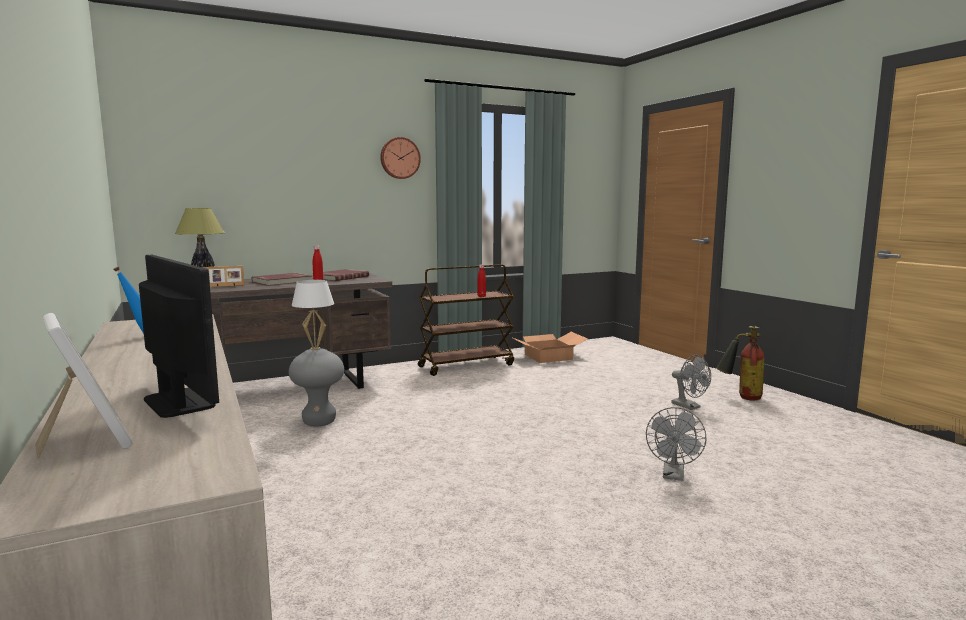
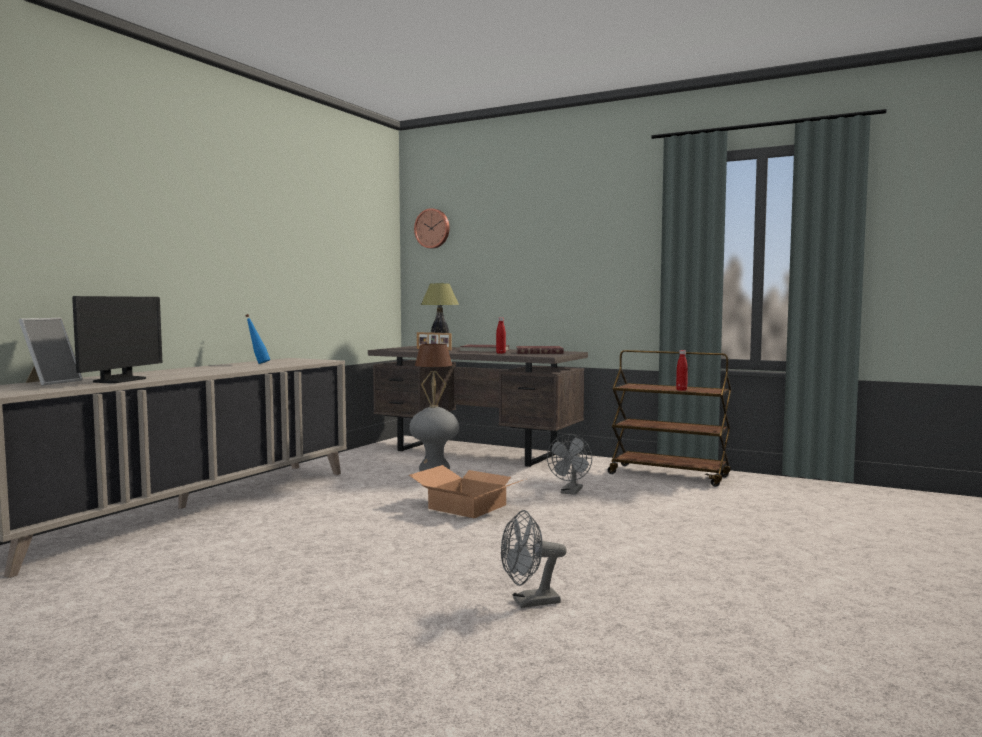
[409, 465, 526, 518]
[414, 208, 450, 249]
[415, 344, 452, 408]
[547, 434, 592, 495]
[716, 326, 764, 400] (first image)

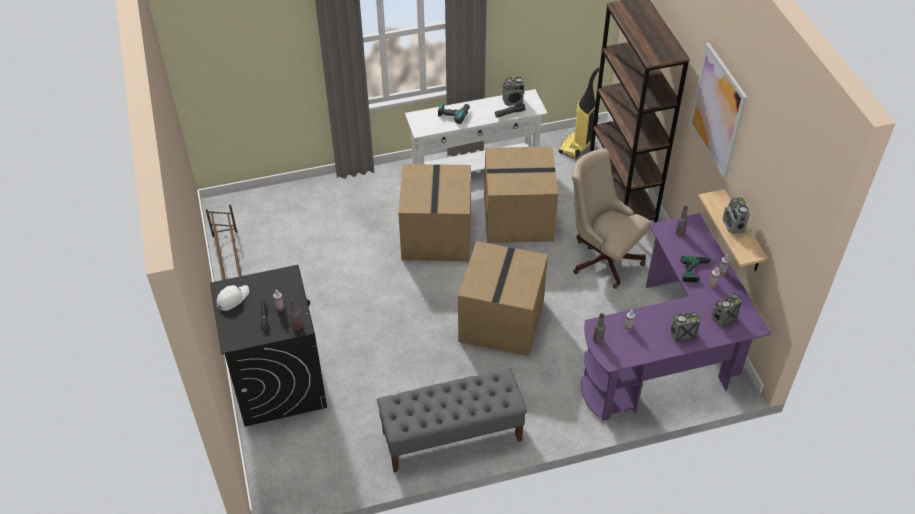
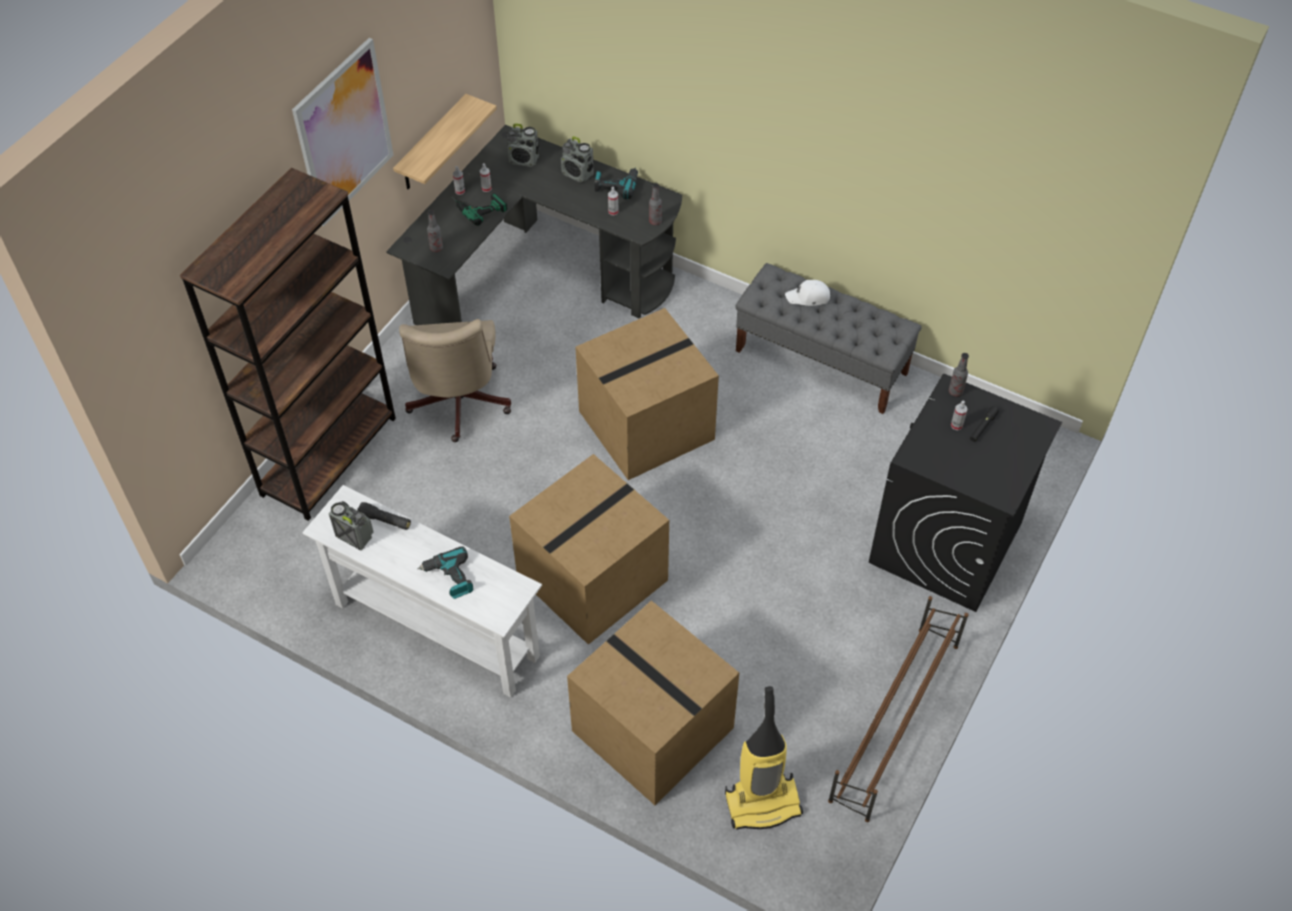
[386, 125, 682, 325]
[567, 600, 739, 805]
[595, 168, 638, 200]
[725, 686, 803, 830]
[785, 280, 830, 306]
[723, 197, 750, 234] (first image)

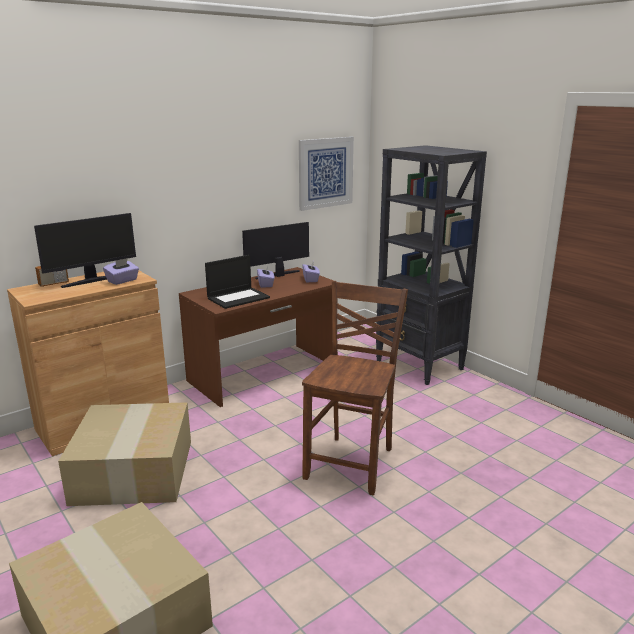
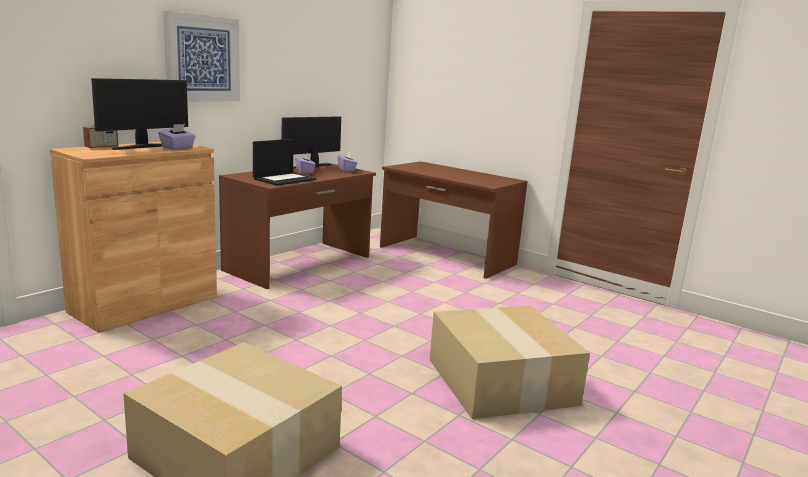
[163, 11, 240, 102]
[380, 161, 527, 279]
[430, 306, 590, 419]
[302, 281, 408, 496] (first image)

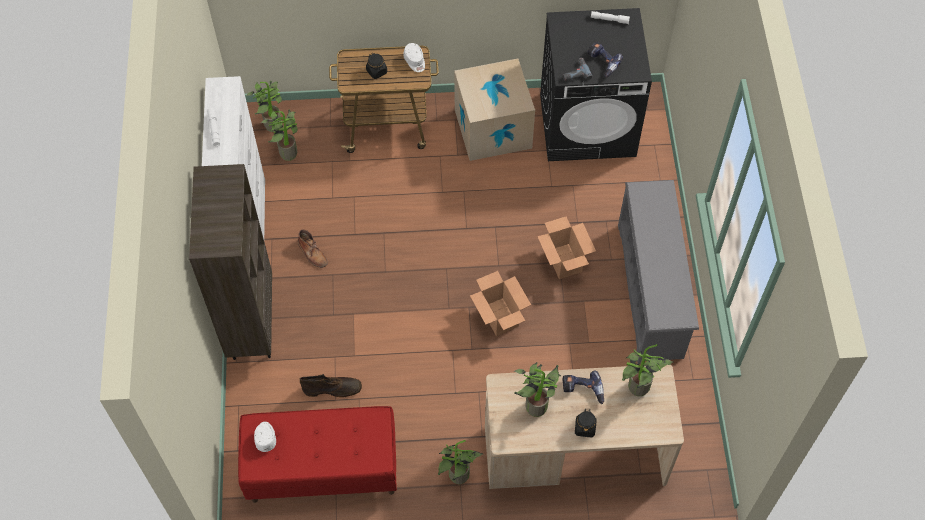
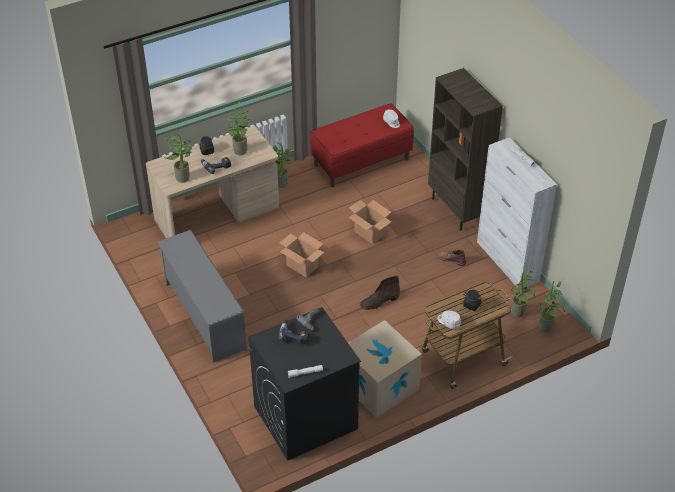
[348, 200, 391, 244]
[360, 276, 400, 310]

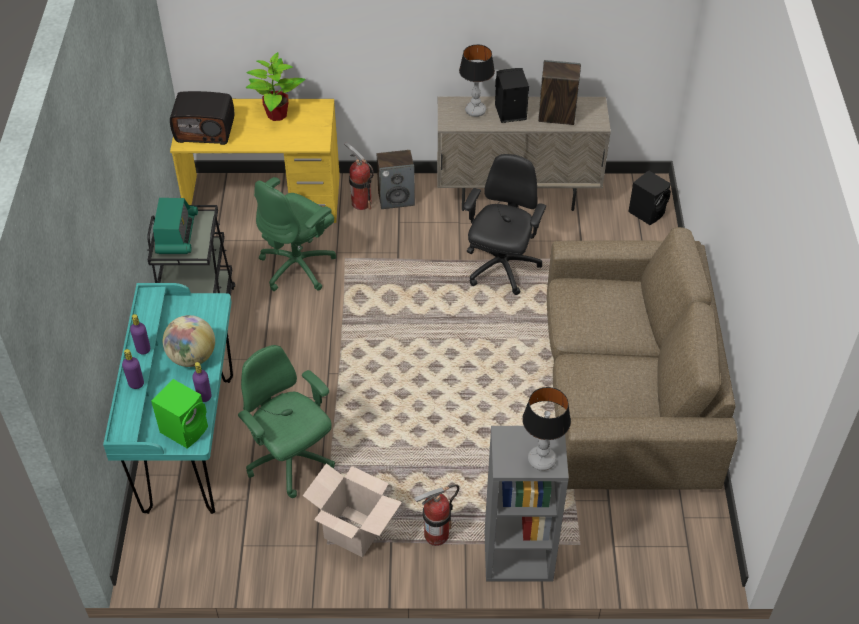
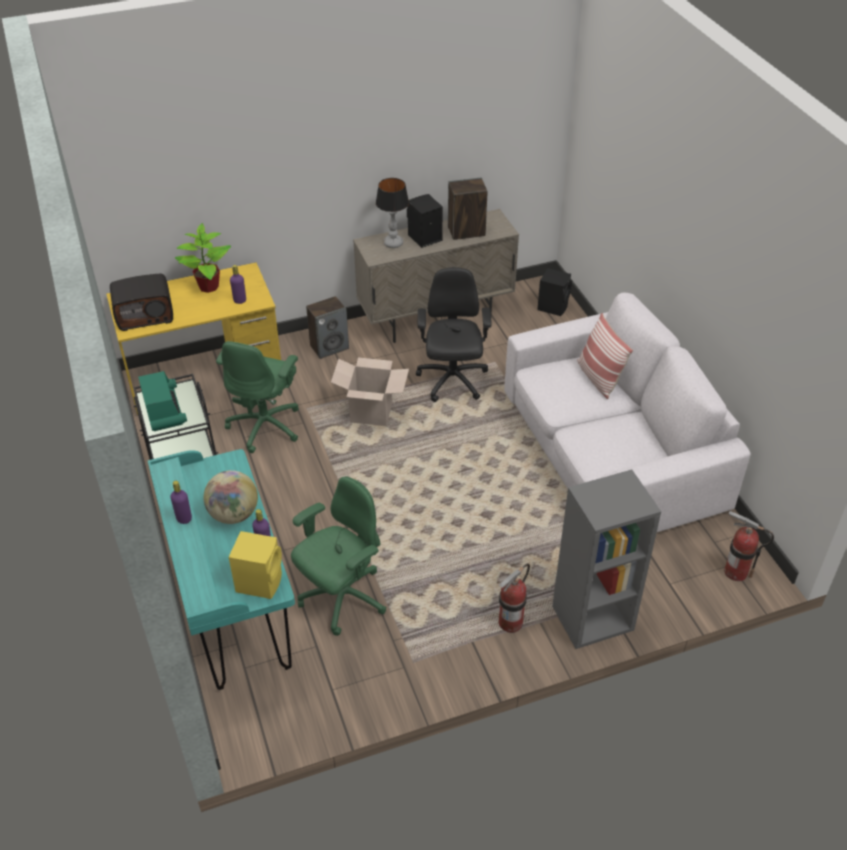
[229, 531, 282, 599]
[230, 265, 246, 304]
[291, 476, 387, 636]
[331, 358, 409, 426]
[504, 293, 751, 532]
[577, 313, 633, 399]
[724, 511, 774, 581]
[522, 387, 571, 471] (first image)

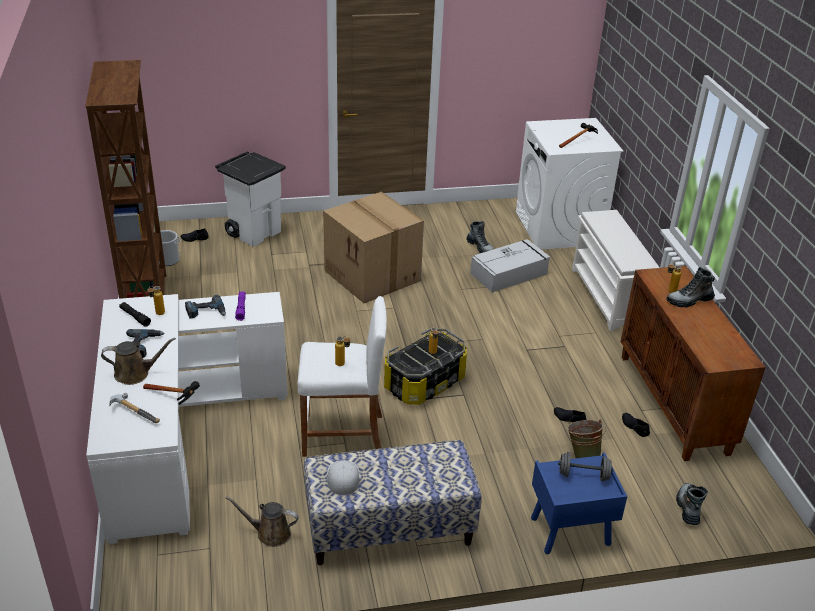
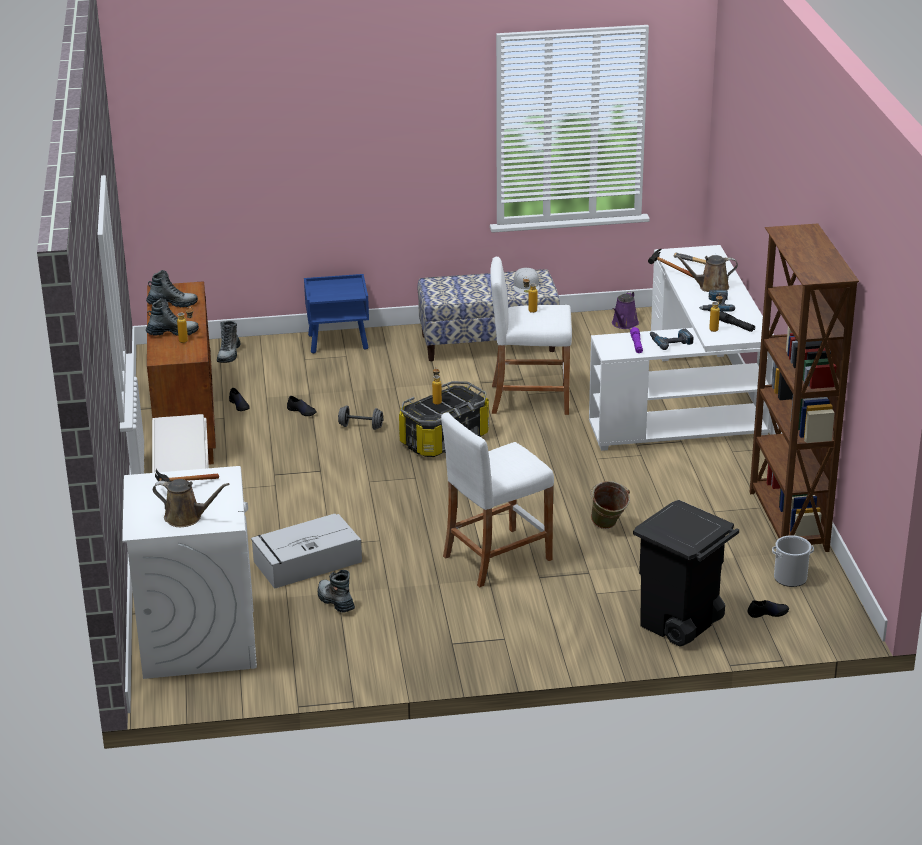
[146, 270, 198, 307]
[153, 479, 229, 527]
[338, 406, 384, 430]
[441, 412, 554, 587]
[590, 481, 630, 529]
[612, 291, 639, 329]
[633, 500, 739, 647]

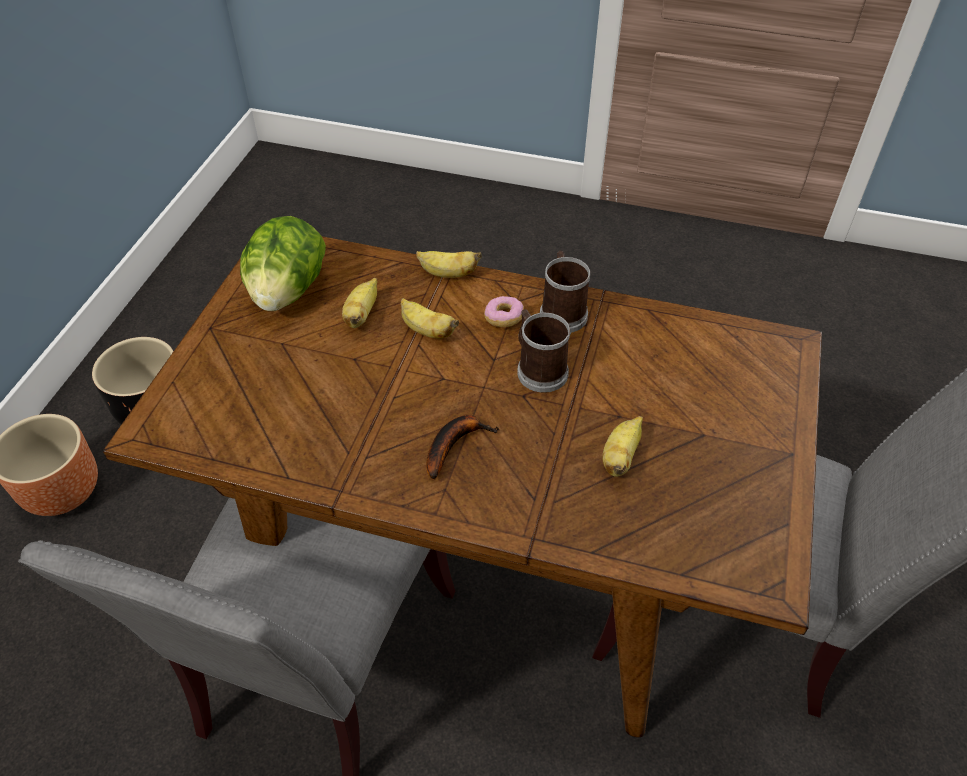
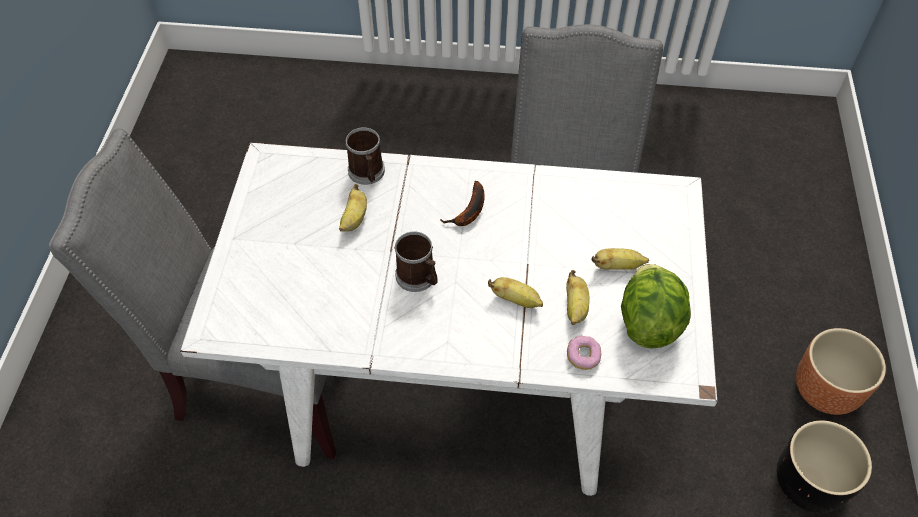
[180, 142, 717, 496]
[345, 127, 385, 185]
[567, 336, 601, 370]
[591, 248, 649, 270]

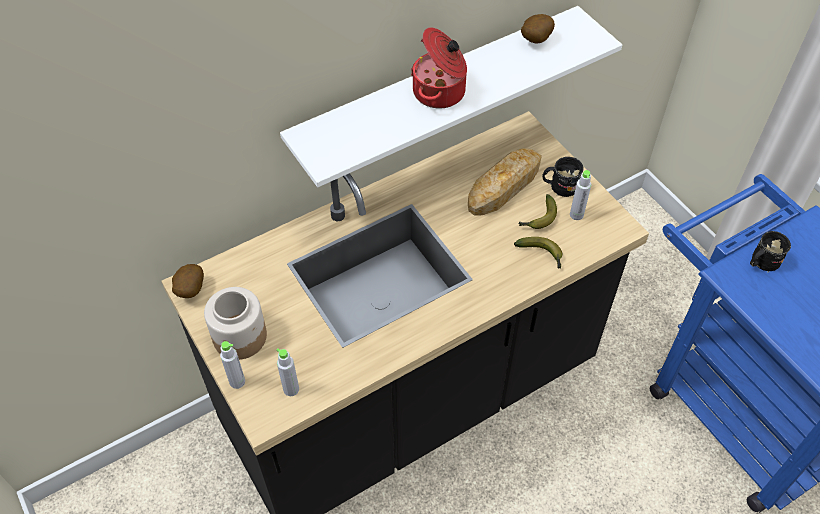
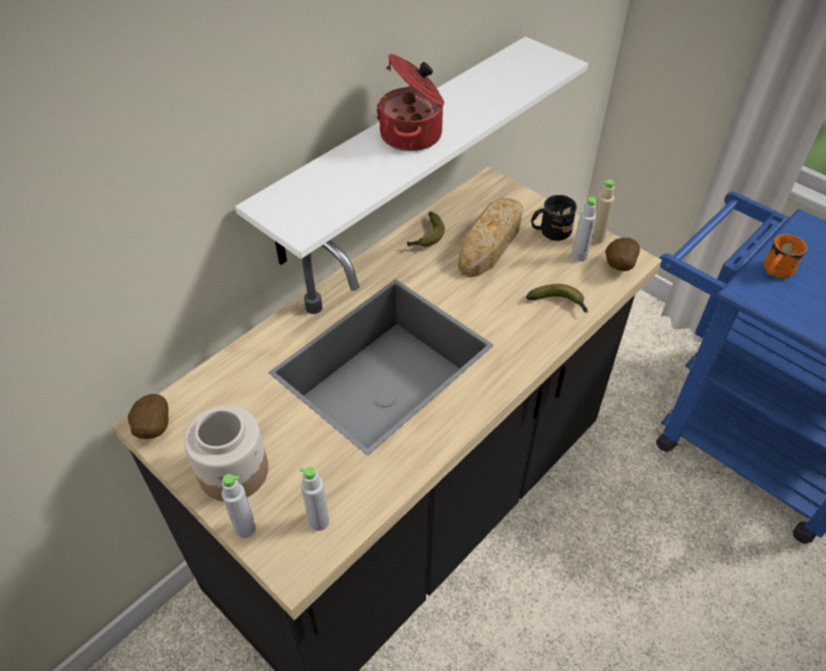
[407, 212, 445, 247]
[591, 180, 614, 244]
[605, 237, 640, 271]
[763, 234, 808, 280]

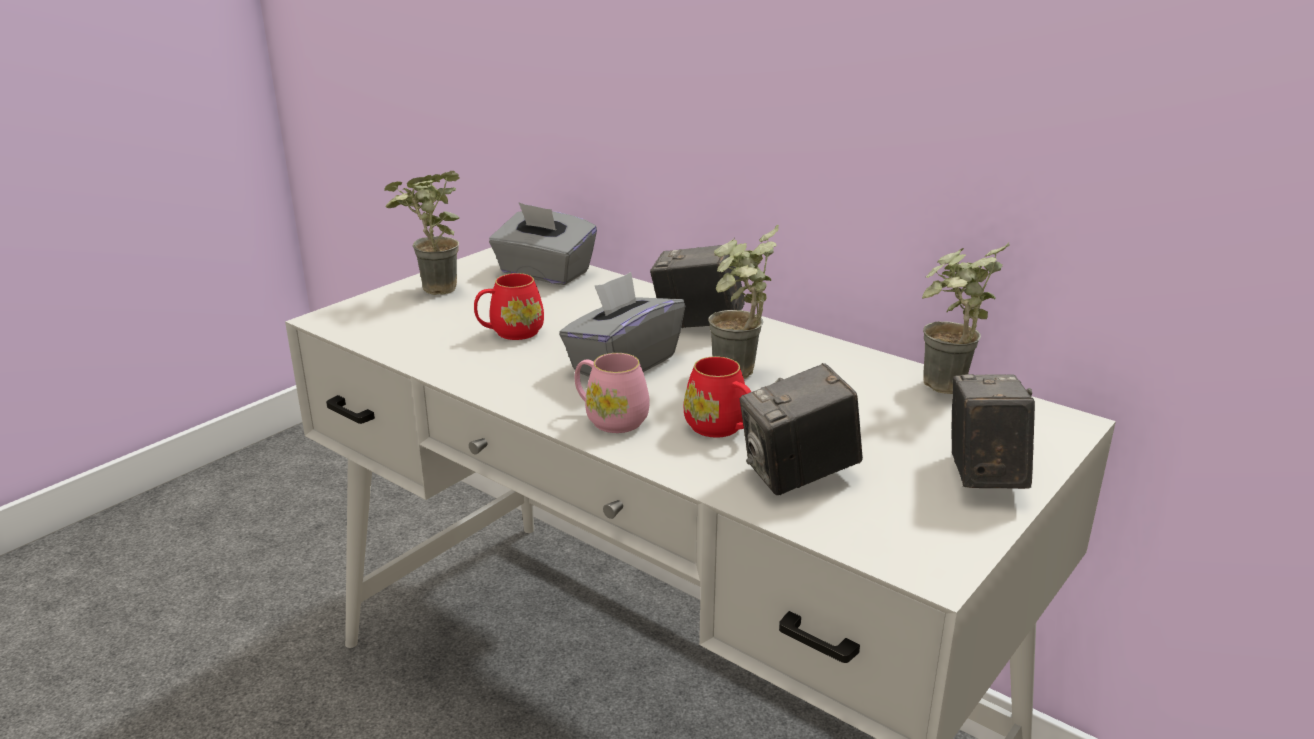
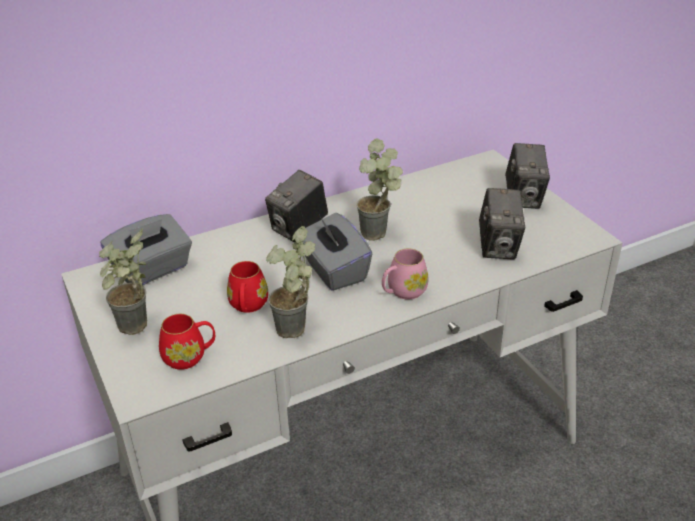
[159, 314, 215, 370]
[266, 226, 315, 338]
[505, 143, 550, 209]

